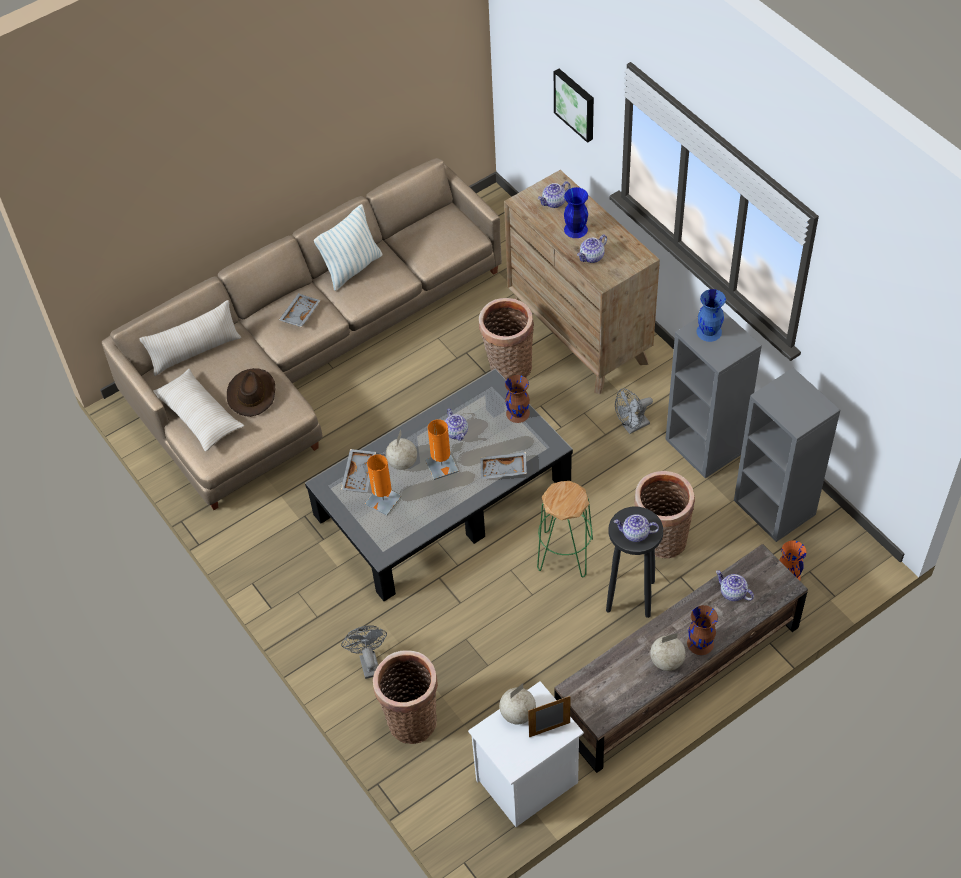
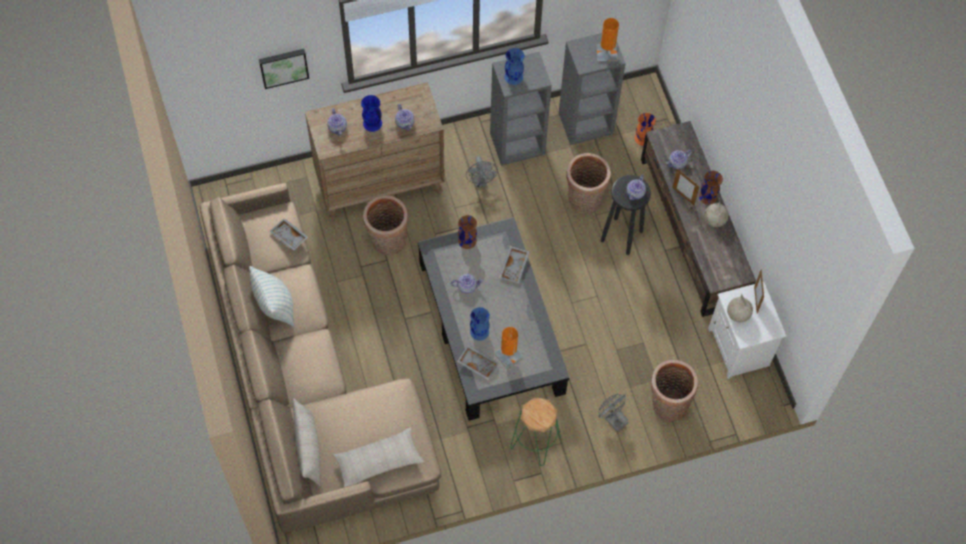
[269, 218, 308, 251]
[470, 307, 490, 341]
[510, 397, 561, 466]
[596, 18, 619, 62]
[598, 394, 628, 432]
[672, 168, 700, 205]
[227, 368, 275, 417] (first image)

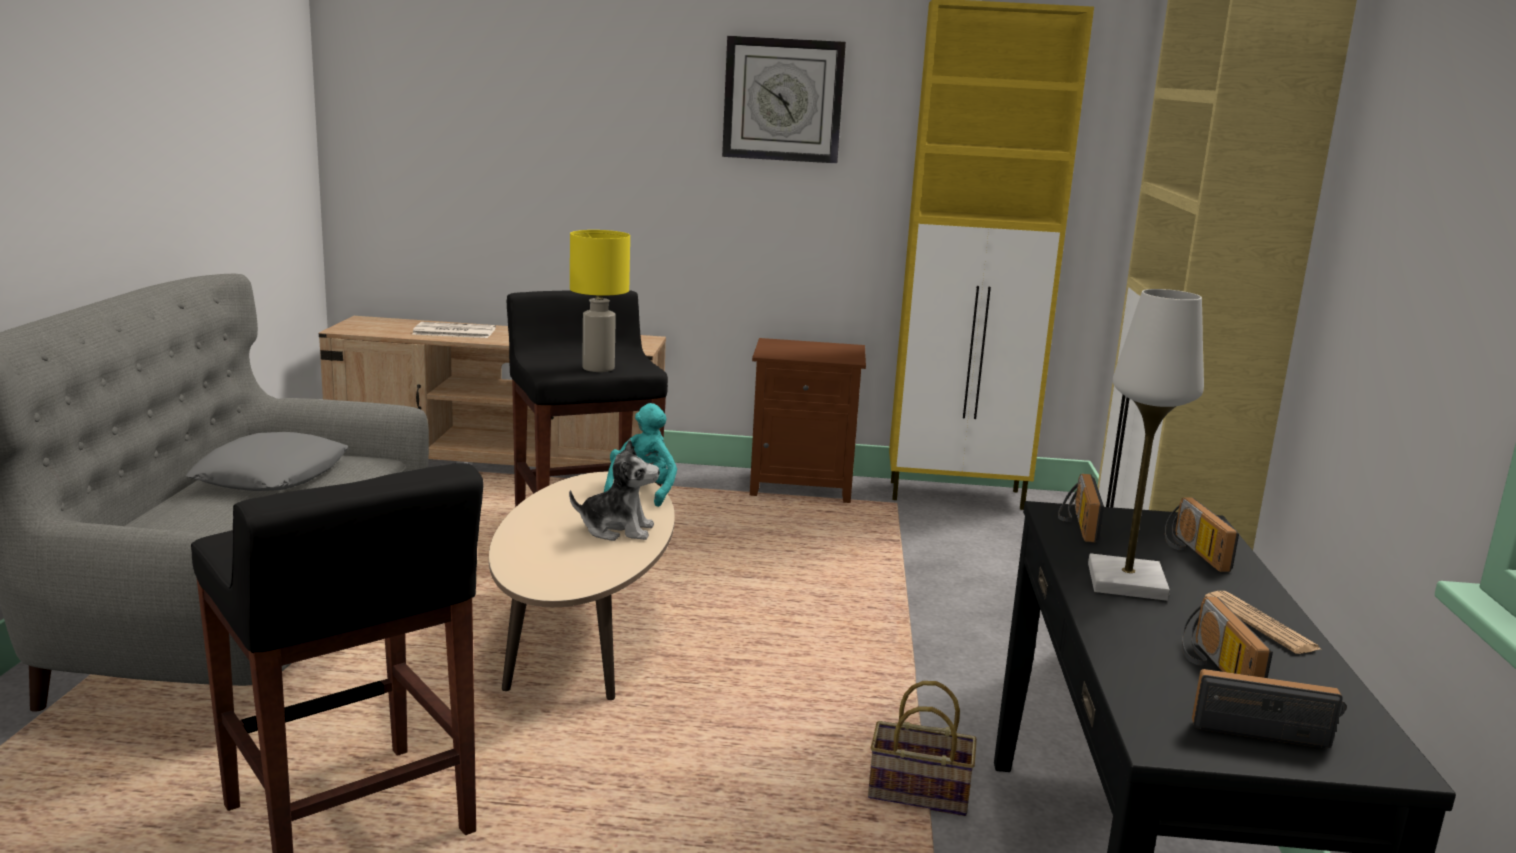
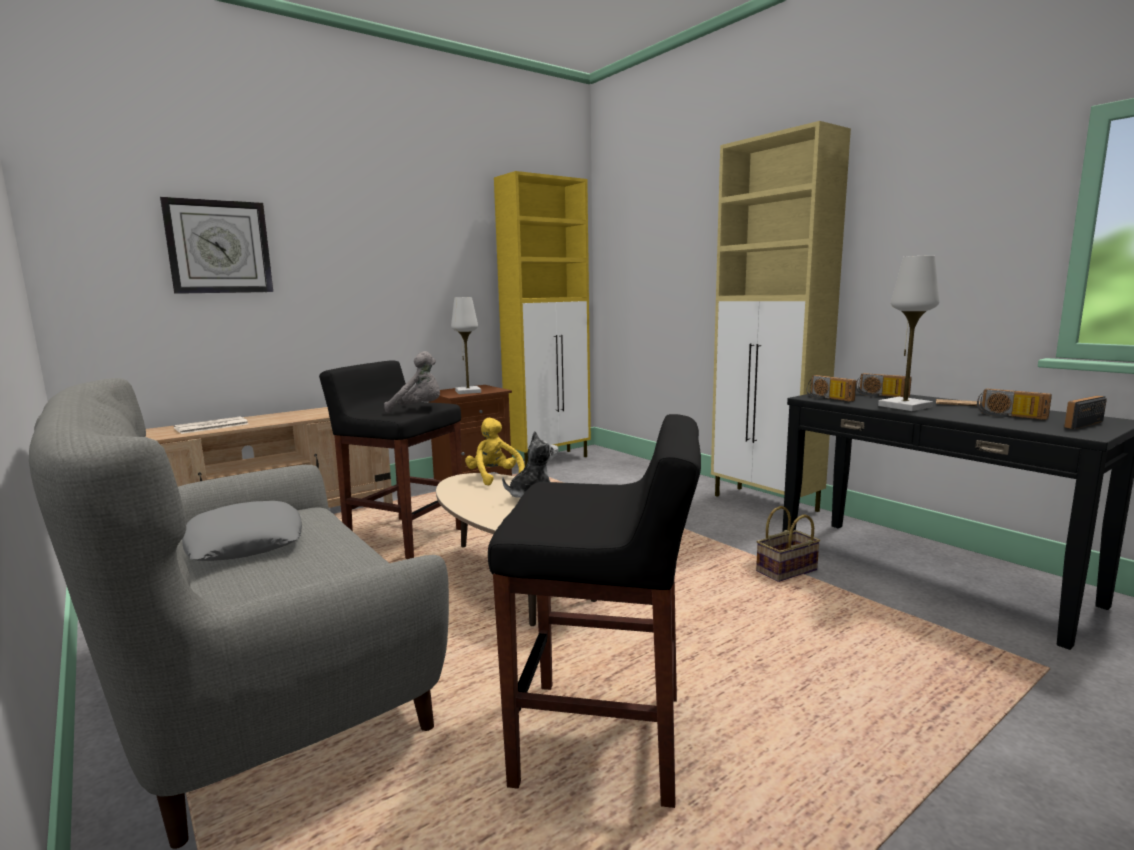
[160, 197, 273, 294]
[384, 351, 440, 413]
[451, 297, 481, 394]
[465, 417, 525, 486]

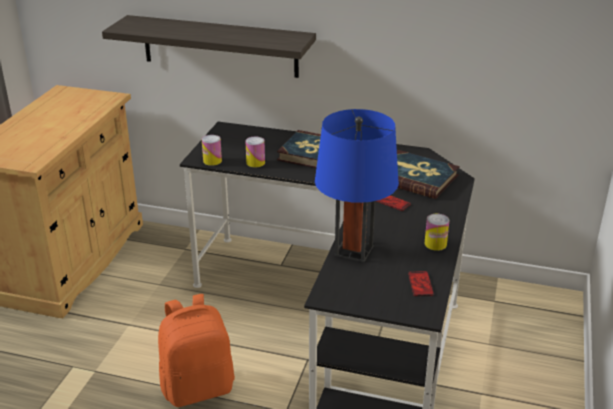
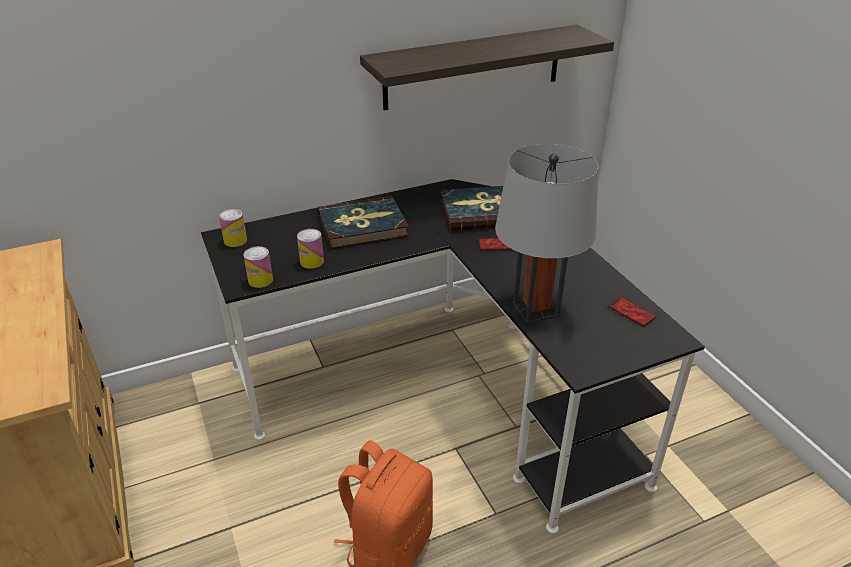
[219, 209, 247, 247]
[360, 25, 614, 111]
[495, 144, 599, 324]

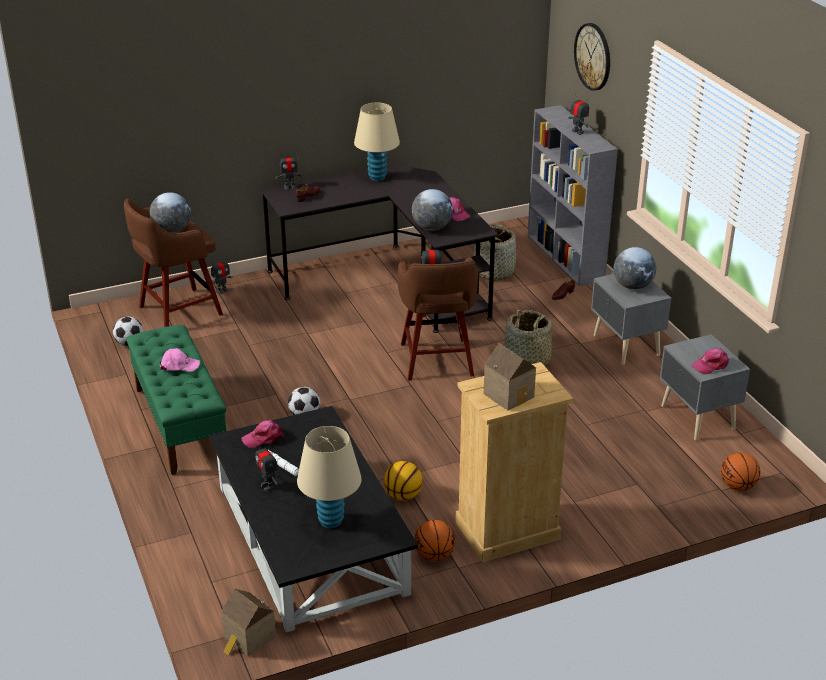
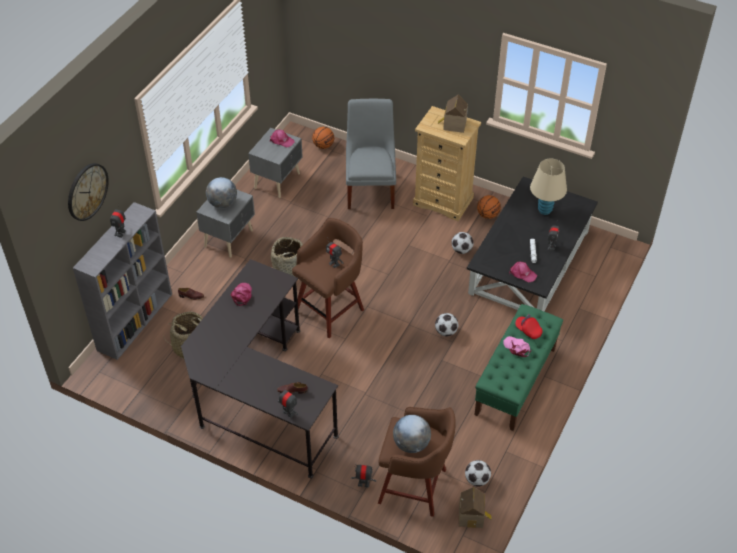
[346, 99, 396, 209]
[451, 232, 473, 254]
[459, 487, 492, 528]
[515, 314, 542, 339]
[354, 102, 400, 181] (first image)
[412, 189, 453, 231] (first image)

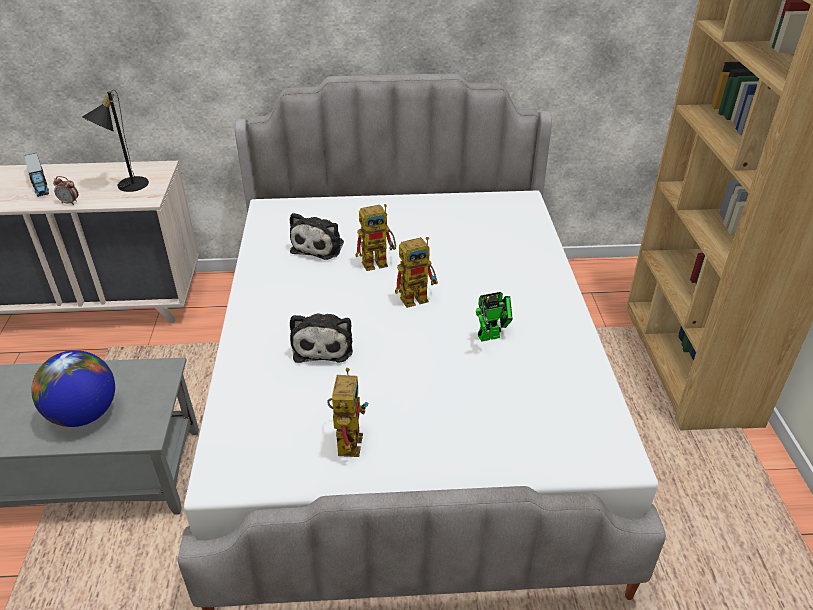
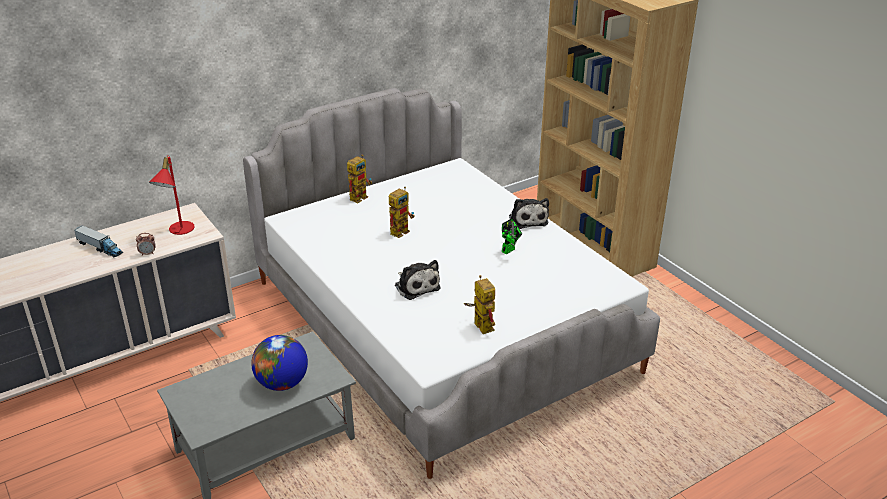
[149, 155, 195, 235]
[347, 154, 372, 203]
[509, 198, 549, 229]

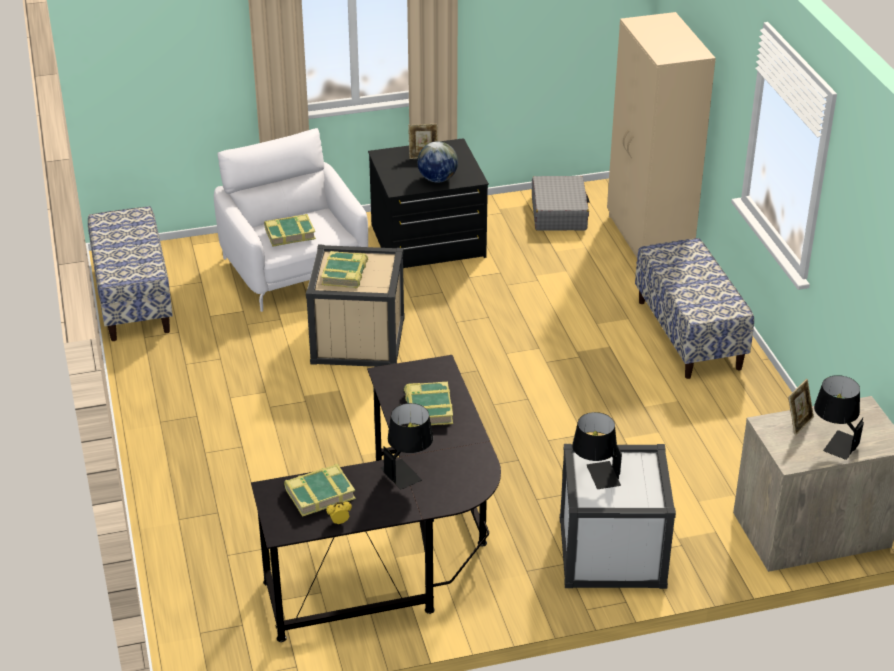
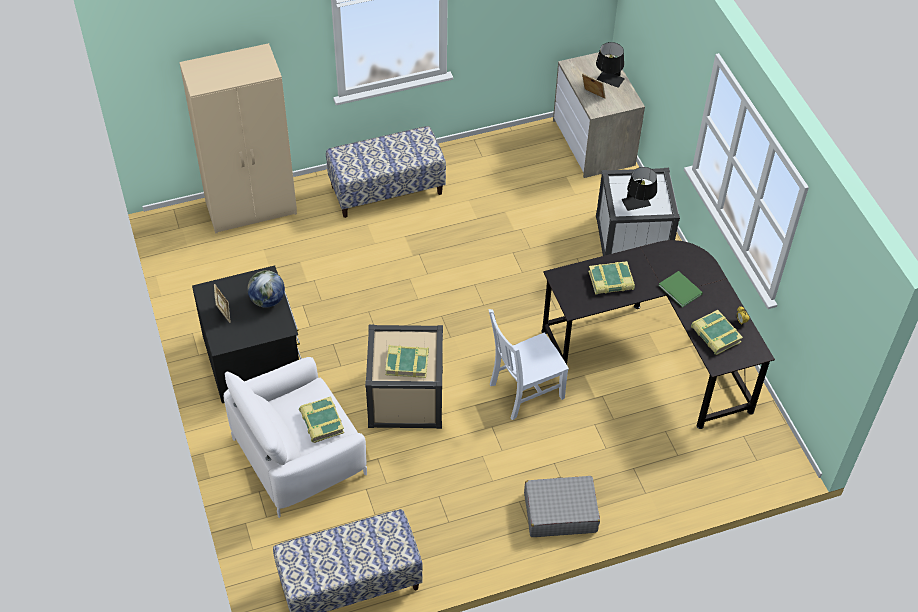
[489, 309, 569, 420]
[524, 476, 600, 537]
[659, 271, 703, 307]

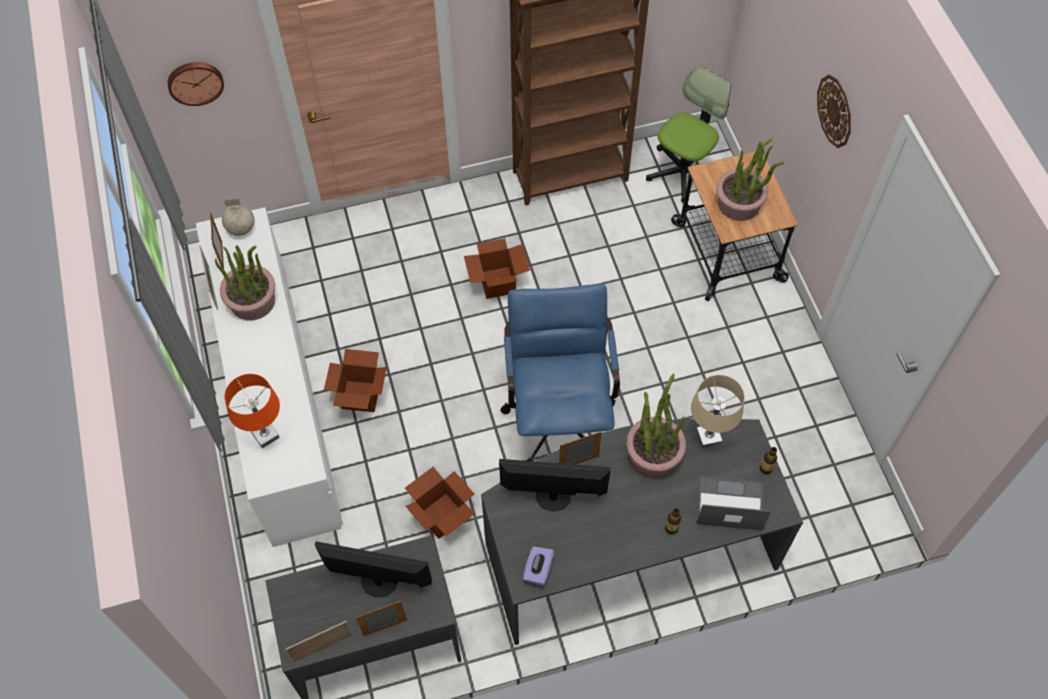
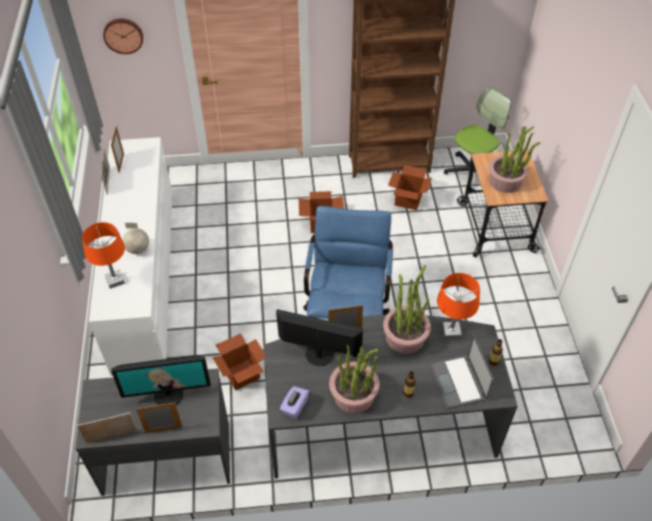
[111, 355, 211, 405]
[123, 223, 149, 254]
[329, 345, 379, 414]
[388, 165, 432, 210]
[430, 334, 494, 409]
[437, 273, 480, 339]
[817, 75, 851, 148] (first image)

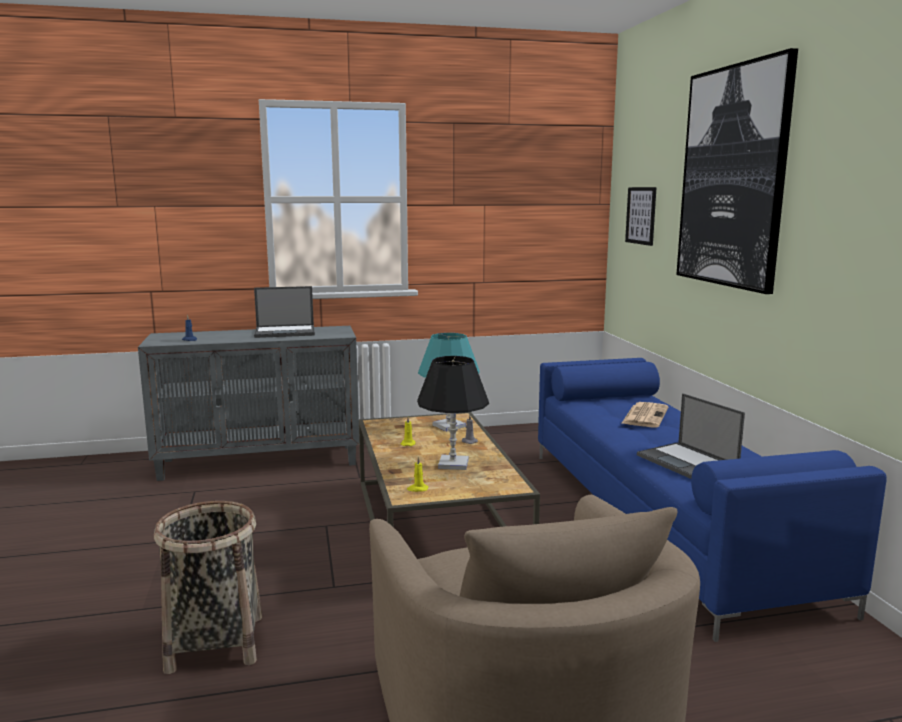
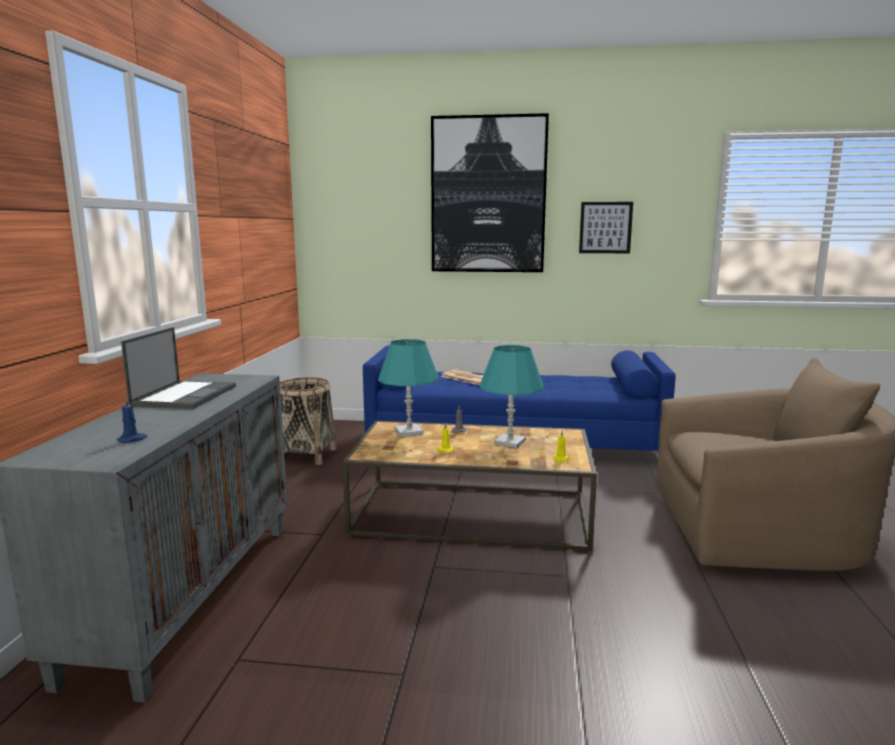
[280, 377, 337, 465]
[479, 345, 543, 448]
[579, 202, 633, 253]
[637, 393, 745, 479] (first image)

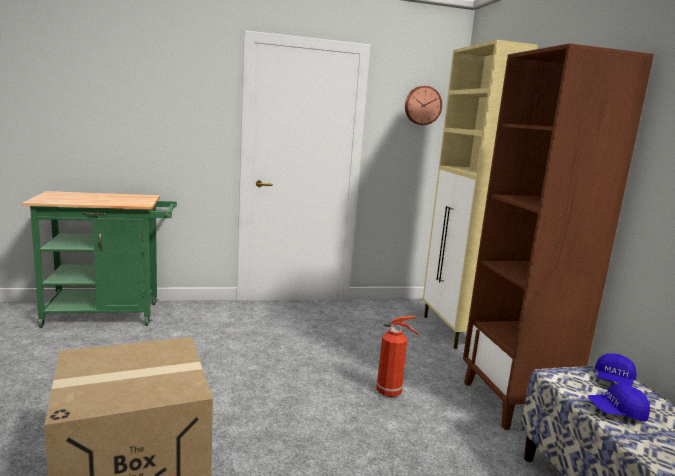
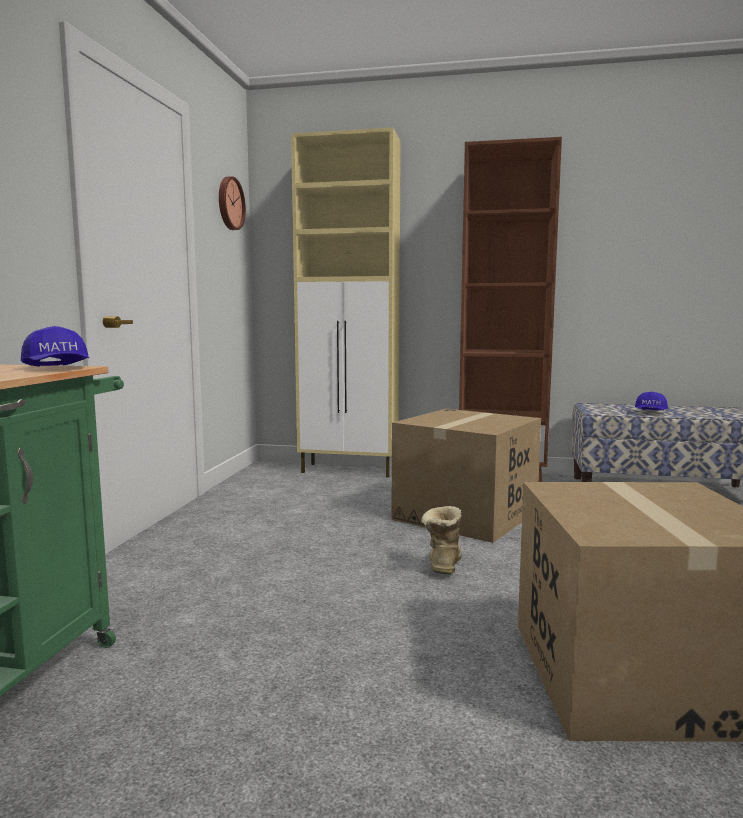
[21, 326, 89, 367]
[391, 409, 541, 543]
[421, 506, 461, 574]

